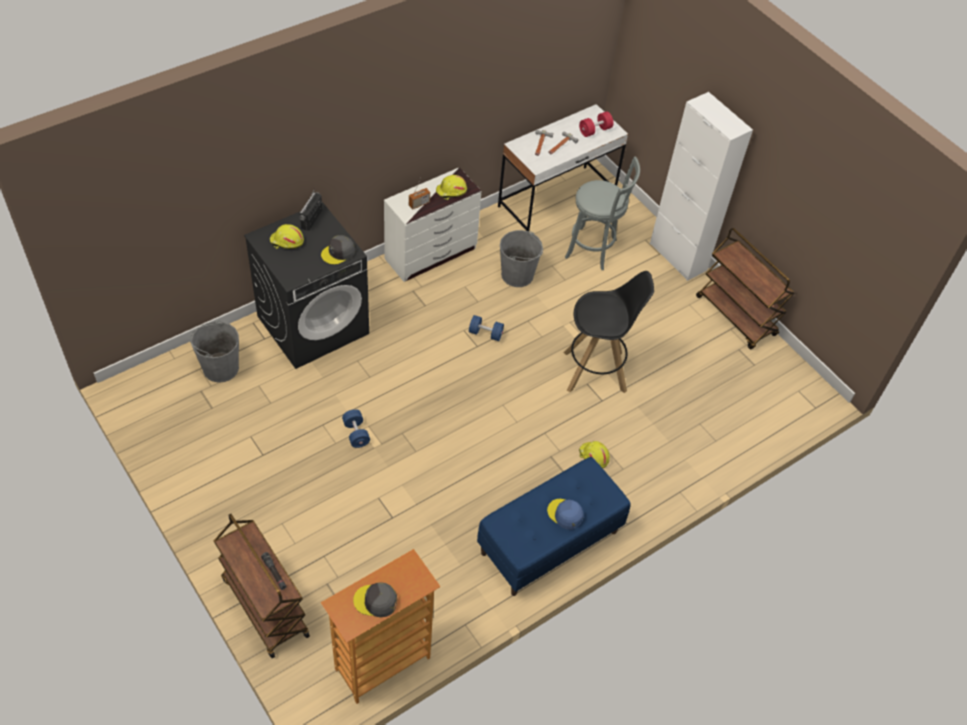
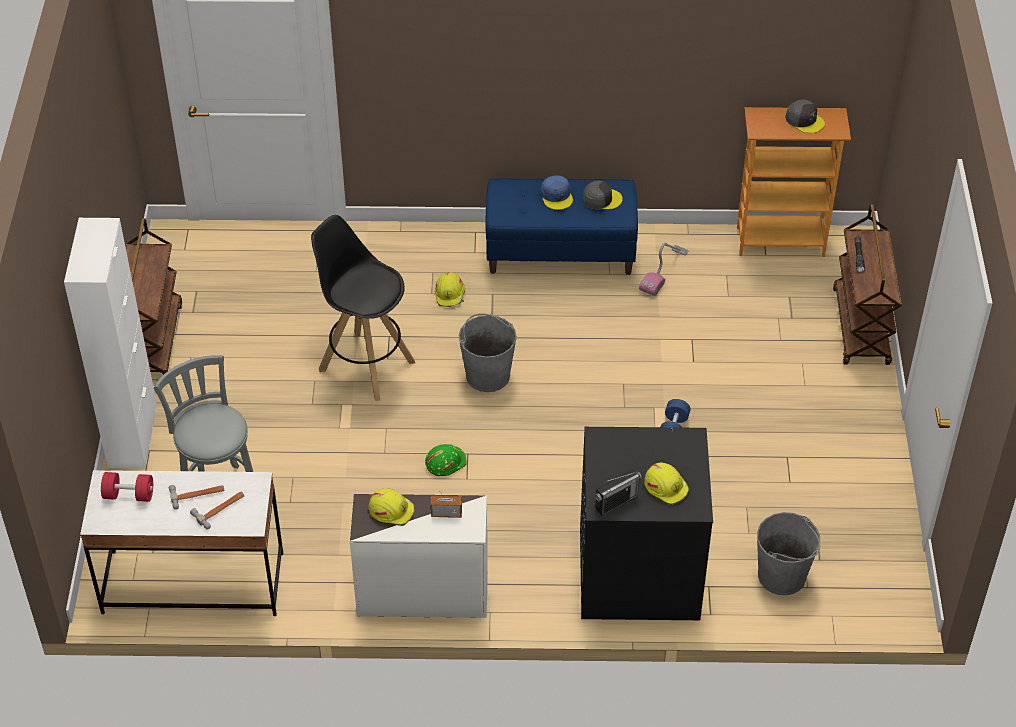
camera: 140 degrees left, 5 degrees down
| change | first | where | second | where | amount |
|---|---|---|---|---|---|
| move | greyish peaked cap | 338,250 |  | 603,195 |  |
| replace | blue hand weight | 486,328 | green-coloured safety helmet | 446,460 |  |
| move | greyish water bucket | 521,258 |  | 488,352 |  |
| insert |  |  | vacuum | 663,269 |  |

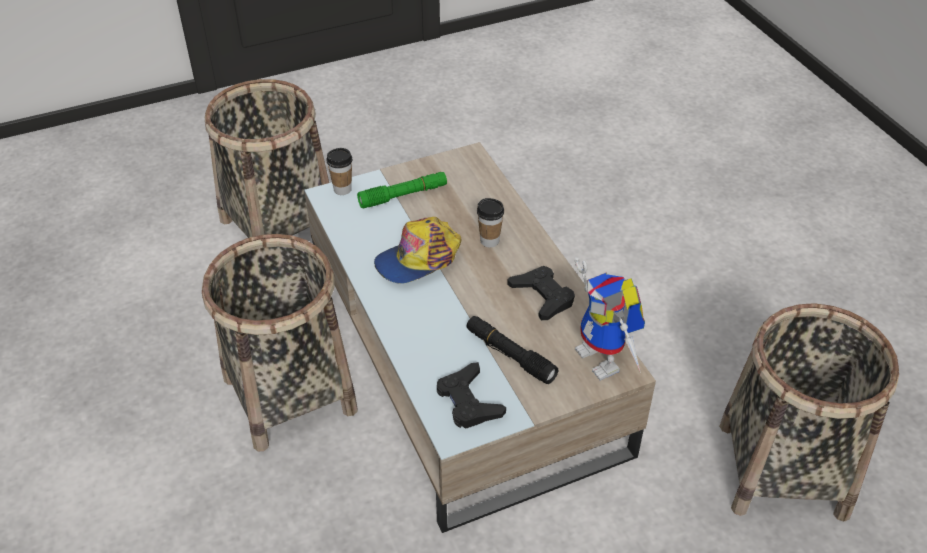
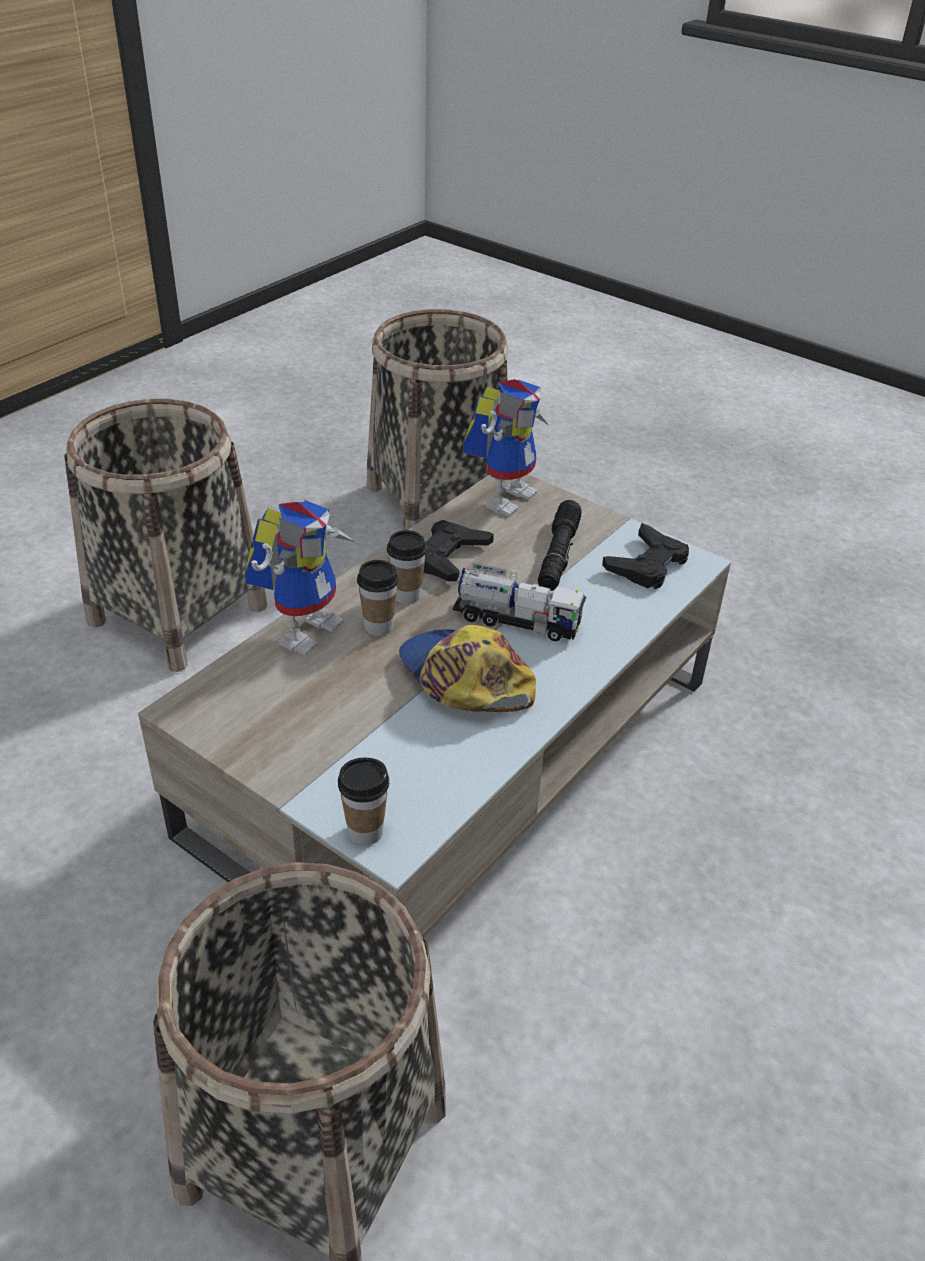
camera: 120 degrees left, 5 degrees down
| change | first | where | second | where | amount |
|---|---|---|---|---|---|
| move | basket | 280,342 |  | 165,535 |  |
| delete | green-coloured torch | 402,190 |  |  |  |
| rotate | peaked cap | 418,250 |  | 467,668 | 150 degrees counterclockwise |
| insert |  |  | robot figure | 300,578 |  |
| insert |  |  | drinking cup | 407,567 |  |
| insert |  |  | toy lorry | 519,602 |  |

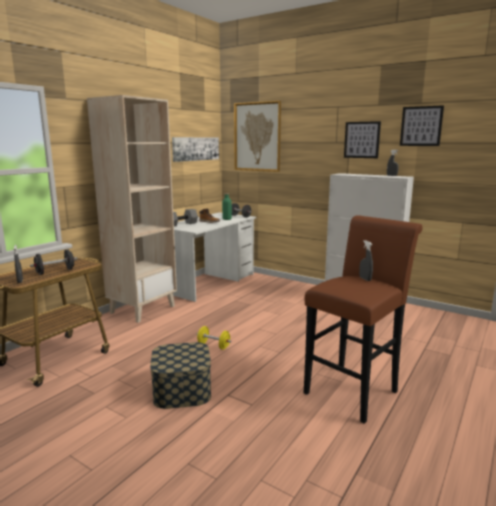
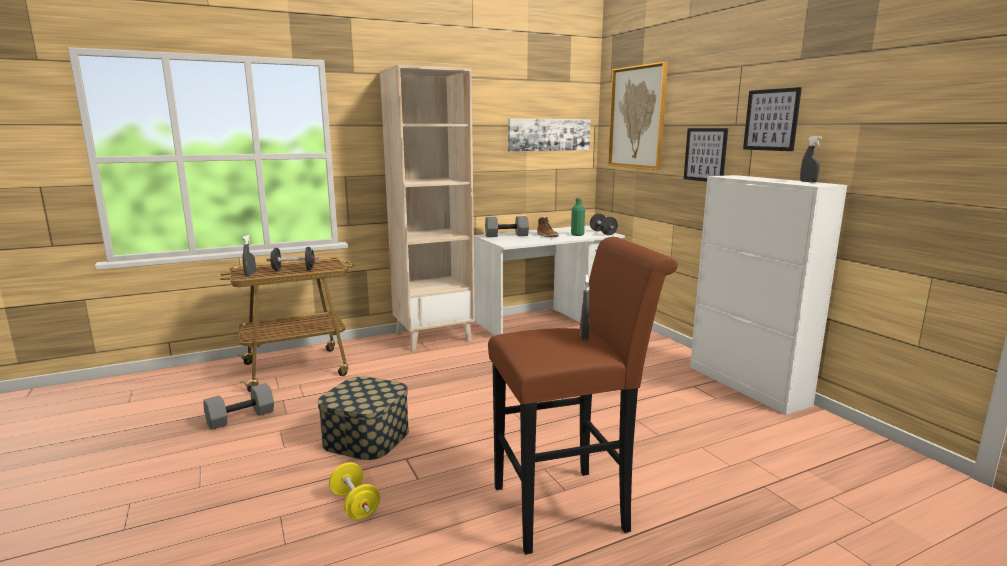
camera: 30 degrees right, 0 degrees up
| change | first | where | second | where | amount |
|---|---|---|---|---|---|
| move | yellow-coloured hand weight | 214,338 |  | 354,491 |  |
| move | wall art | 422,125 |  | 706,155 |  |
| insert |  |  | greyish hand weight | 239,406 |  |

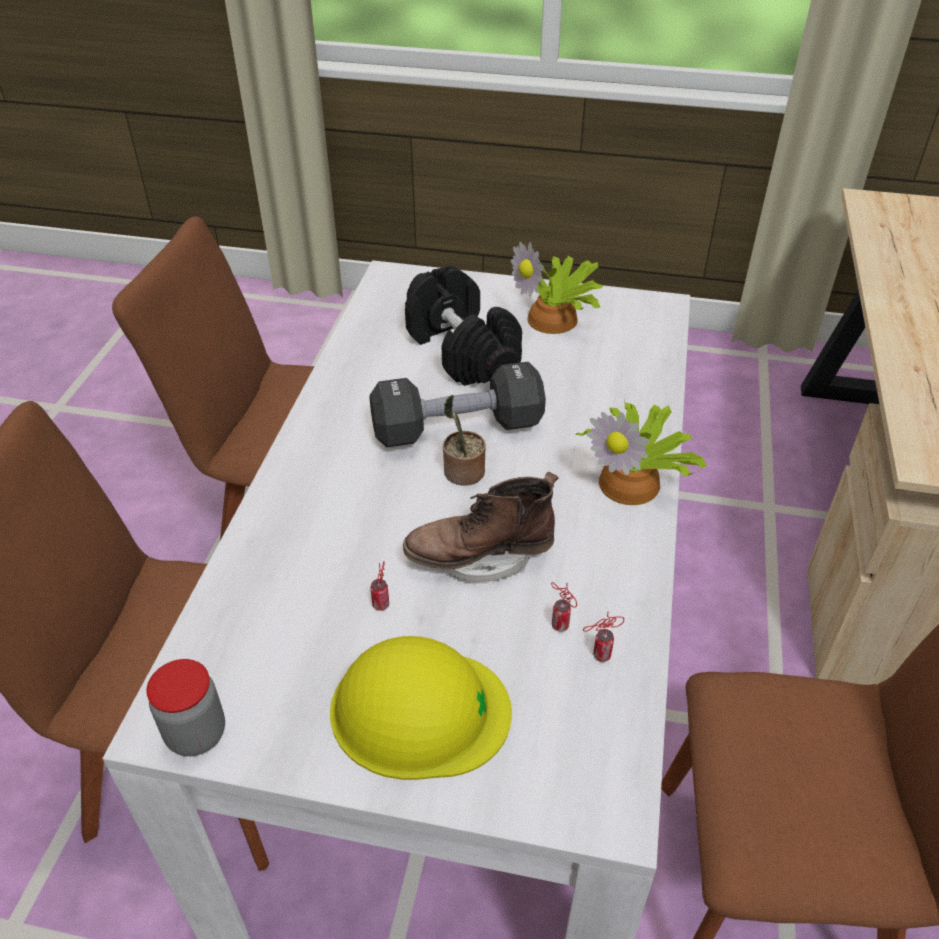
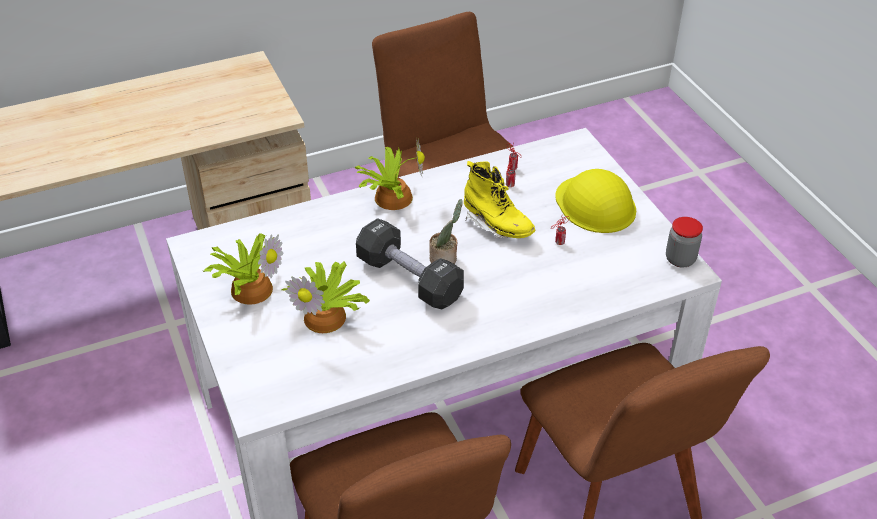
camera: 125 degrees left, 0 degrees up
| change | first | where | second | where | amount |
|---|---|---|---|---|---|
| recolor | brown-coloured tall boot | 480,527 | yellow-coloured tall boot | 499,199 |  |
| replace | blackish hand weight | 463,325 | plant in a pot | 325,297 |  |

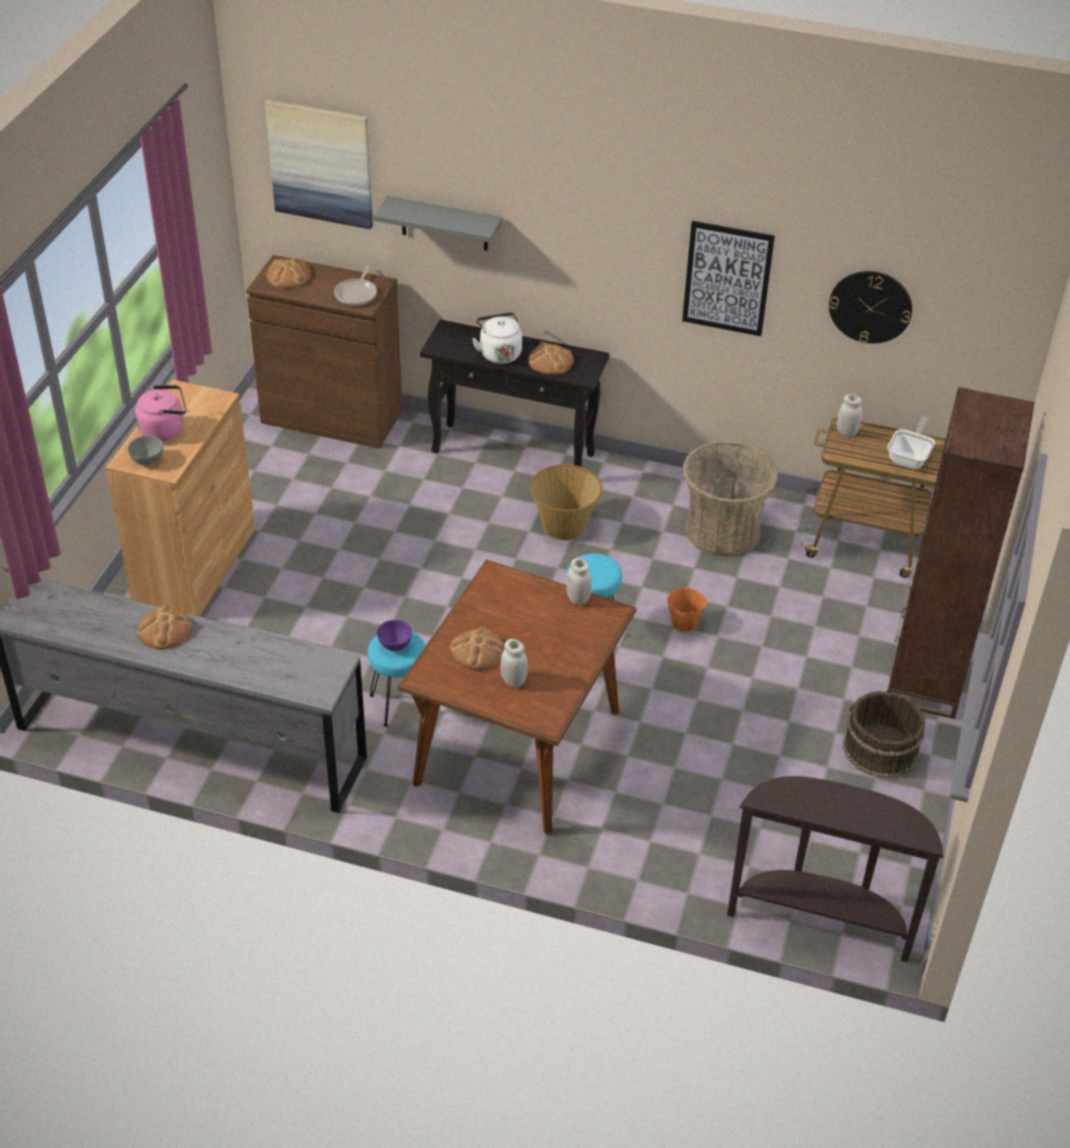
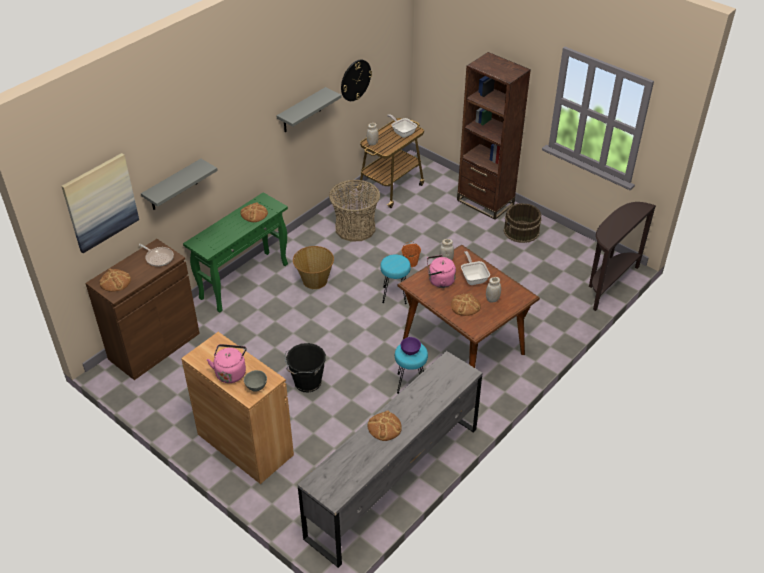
camera: 65 degrees left, 0 degrees up
| change | first | where | second | where | amount |
|---|---|---|---|---|---|
| recolor | blackish console table | 515,393 | green-coloured console table | 235,252 |  |
| delete | white tea kettle | 497,338 |  |  |  |
| replace | wall art | 728,278 | greyish shelf | 309,109 |  |
| insert |  |  | blackish water bucket | 305,368 |  |
| insert |  |  | pink-coloured tea kettle | 441,271 |  |
| insert |  |  | frying pan | 475,268 |  |

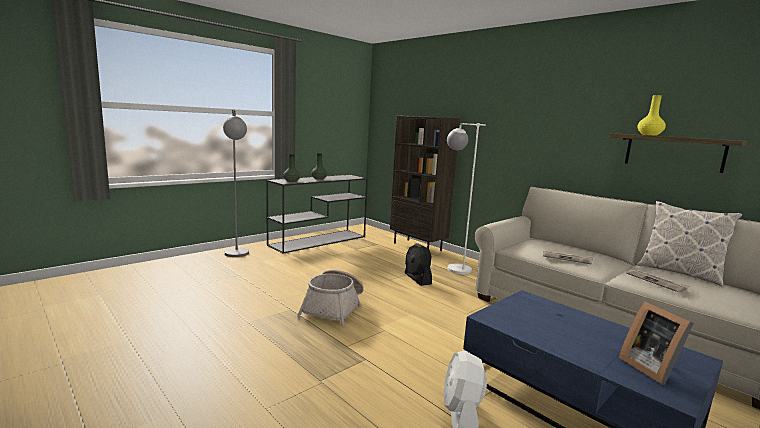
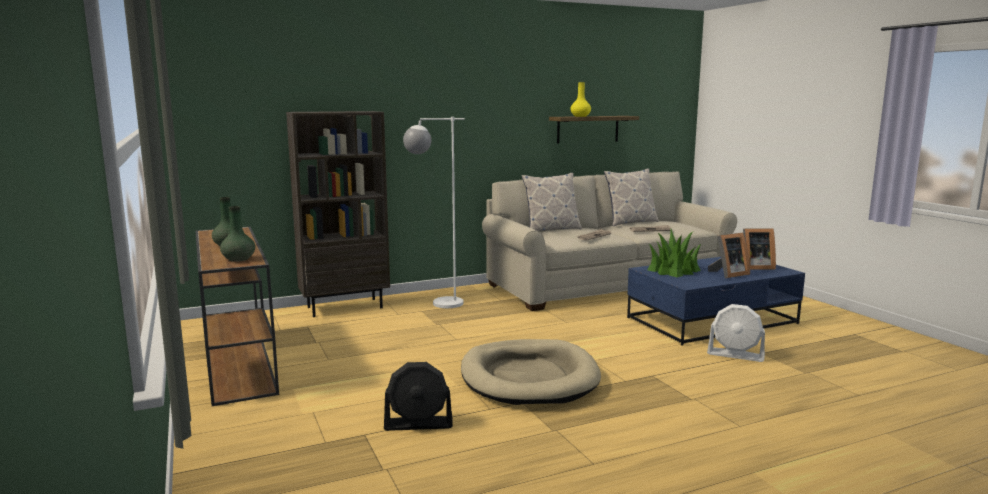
camera: 70 degrees left, 0 degrees up
| change | first | where | second | where | amount |
|---|---|---|---|---|---|
| delete | greyish floor lamp | 236,183 |  |  |  |
| recolor | greyish console table | 317,214 | brown-coloured console table | 237,316 |  |
| replace | basket | 330,298 | beige-coloured pet bed | 531,372 |  |
| move | blackish cooling fan | 418,264 |  | 418,396 |  |
| insert |  |  | throw pillow | 551,202 |  |
| insert |  |  | plant in a pot | 674,253 |  |
| insert |  |  | photo frame | 729,255 |  |

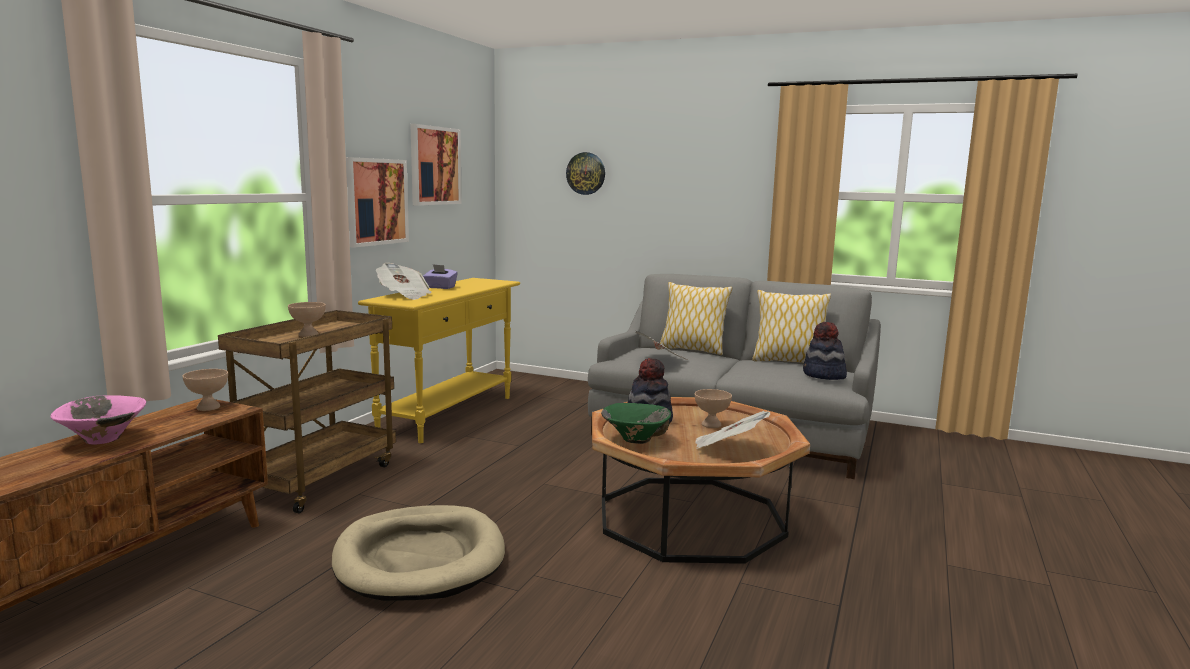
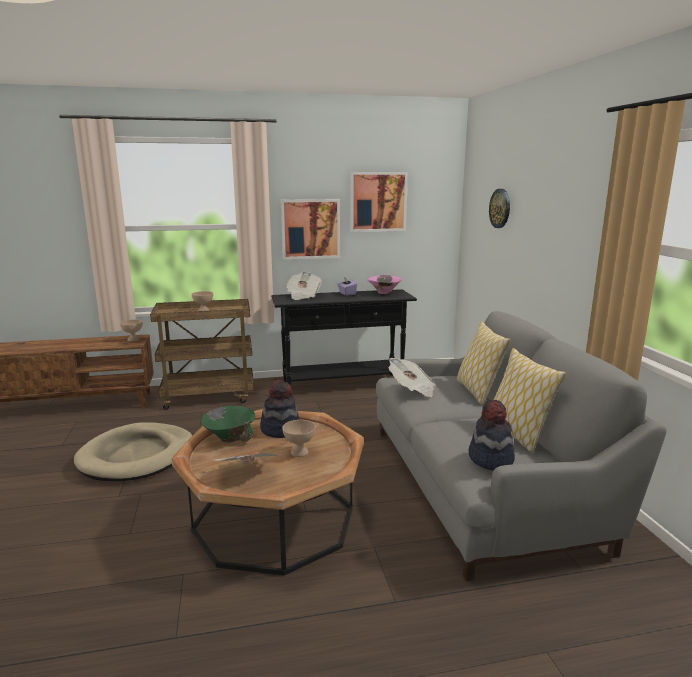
camera: 55 degrees right, 5 degrees up
| change | first | where | second | where | amount |
|---|---|---|---|---|---|
| move | pink-coloured serving bowl | 98,420 |  | 384,284 |  |
| recolor | yellow-coloured console table | 439,360 | blackish console table | 344,337 |  |

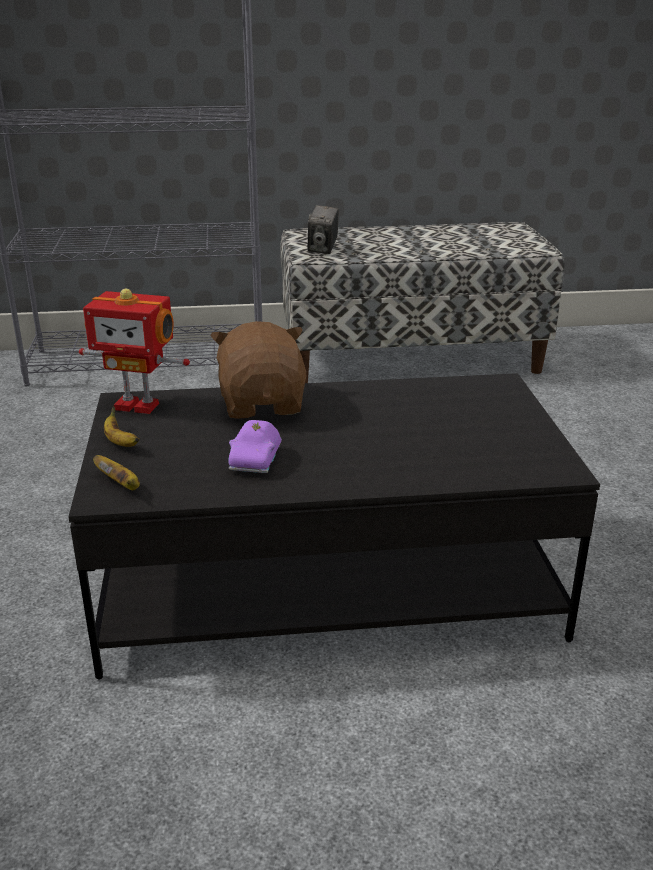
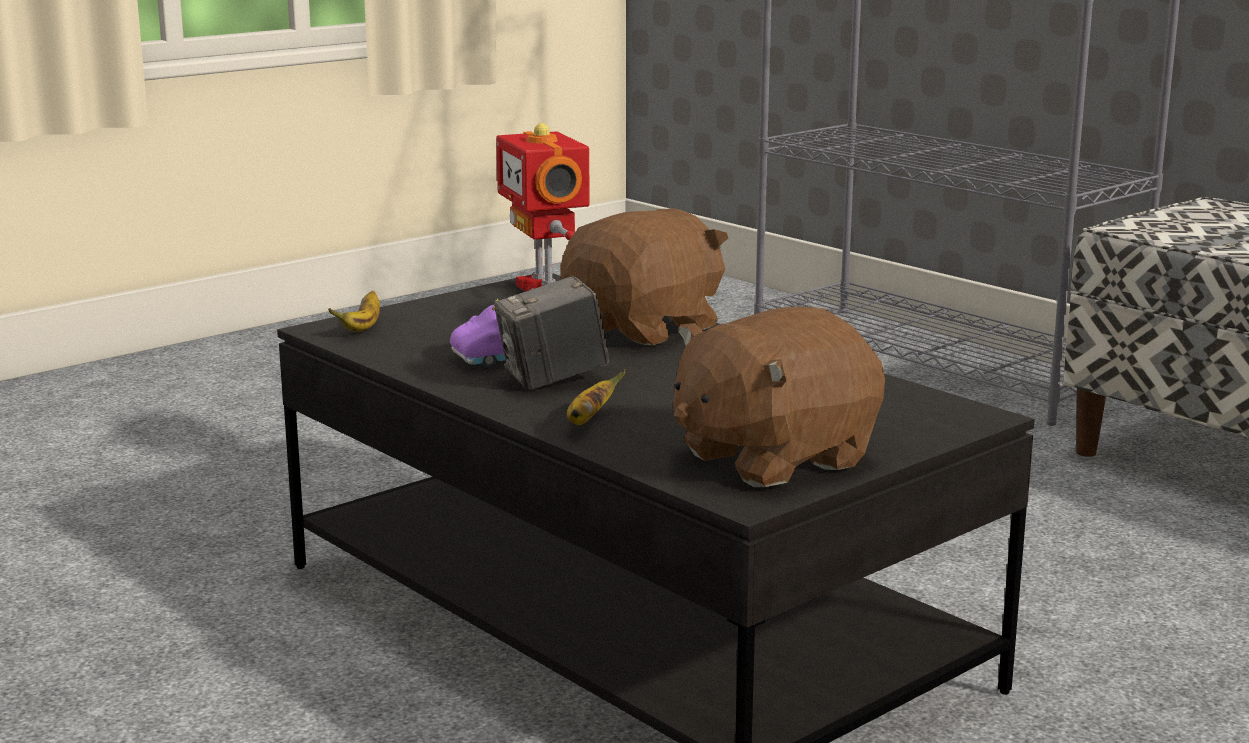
camera: 55 degrees right, 10 degrees down
| change | first | where | second | where | amount |
|---|---|---|---|---|---|
| move | banana | 122,426 |  | 596,397 |  |
| move | photo camera | 323,229 |  | 551,332 |  |
| insert |  |  | brown-coloured soft toy | 779,397 |  |

